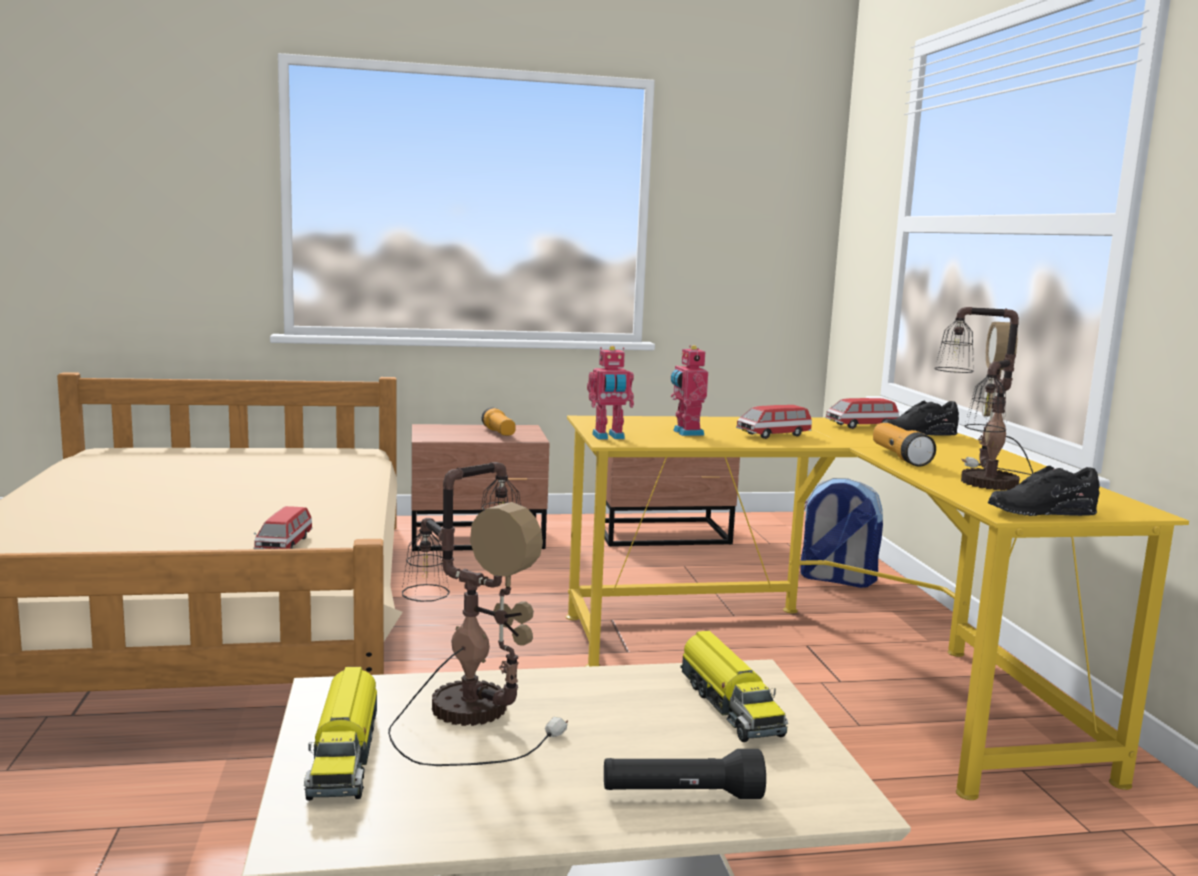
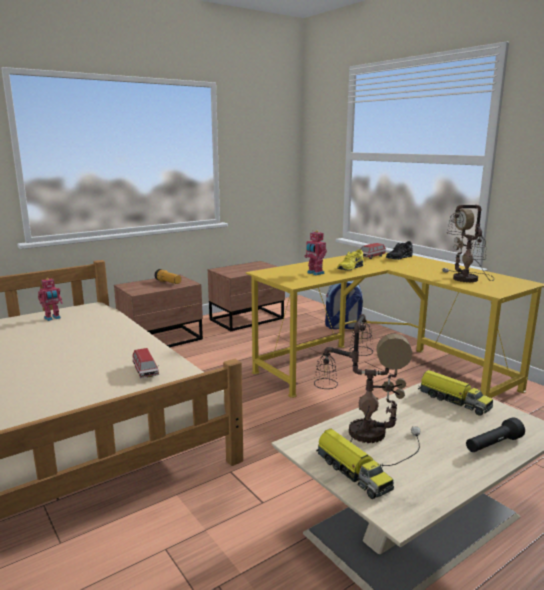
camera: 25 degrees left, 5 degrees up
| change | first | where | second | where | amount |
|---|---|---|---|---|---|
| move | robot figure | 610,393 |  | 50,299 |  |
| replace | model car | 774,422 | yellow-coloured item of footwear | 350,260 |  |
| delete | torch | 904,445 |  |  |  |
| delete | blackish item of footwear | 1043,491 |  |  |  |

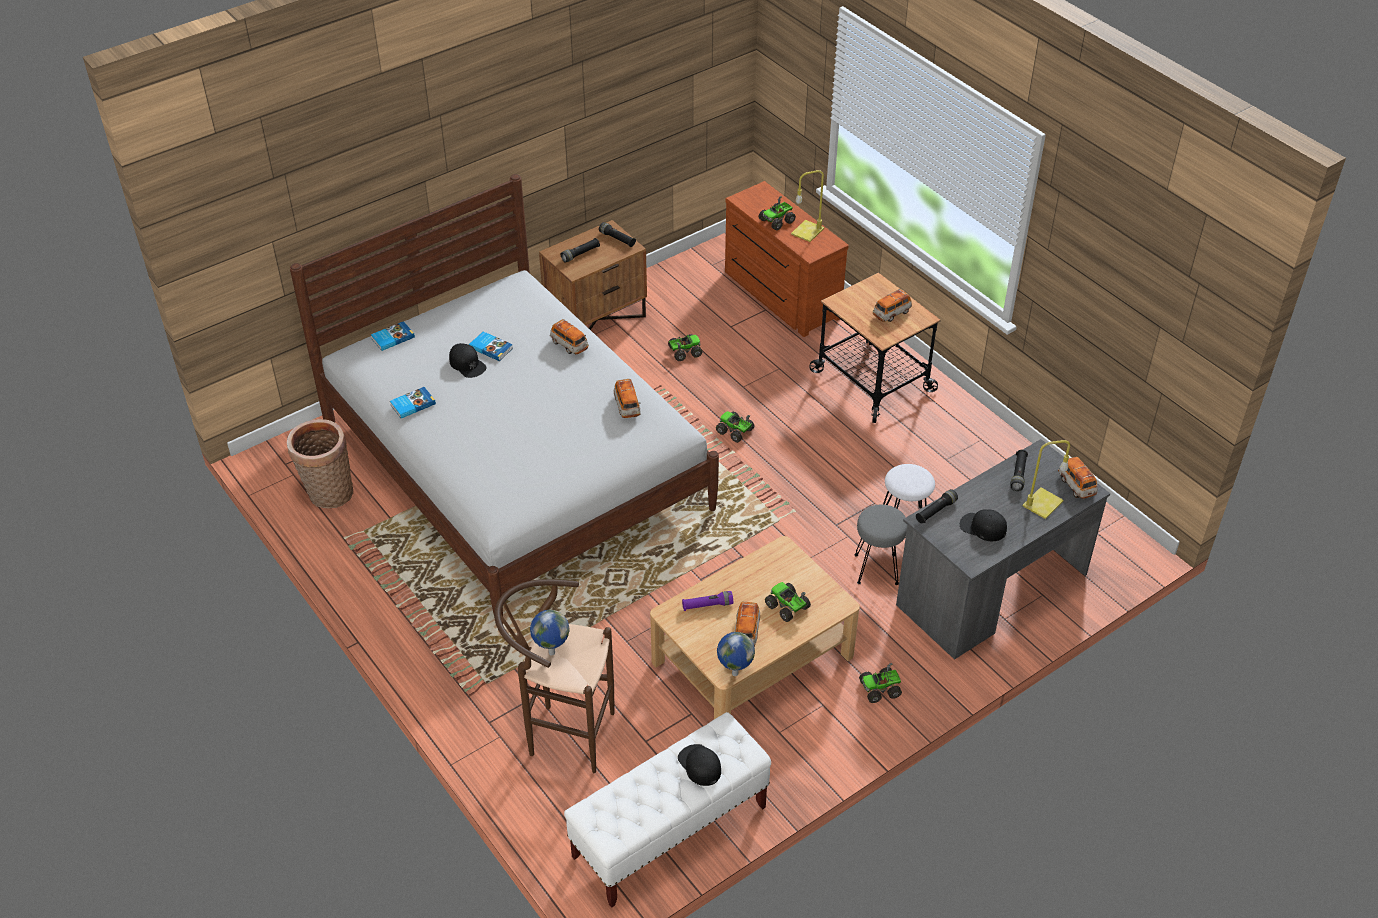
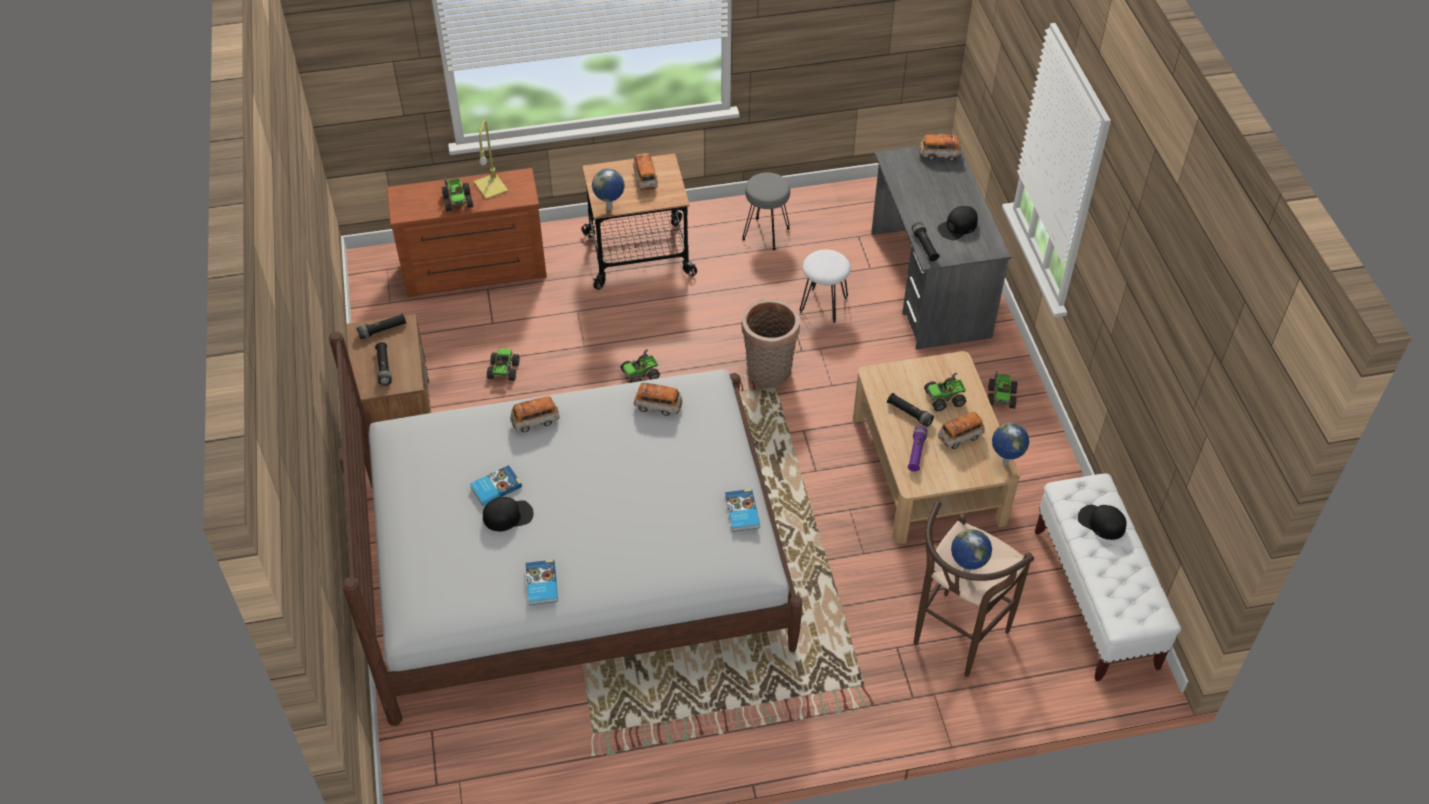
camera: 65 degrees left, 5 degrees up
| change | first | where | second | where | amount |
|---|---|---|---|---|---|
| move | basket | 320,463 |  | 770,343 |  |
| move | book | 393,336 |  | 742,510 |  |
| rotate | blackish peaked cap | 699,765 |  | 1102,522 | 45 degrees clockwise |
| rotate | model car | 747,624 |  | 961,430 | 60 degrees counterclockwise |
| move | greyish stool seat | 881,544 |  | 766,211 |  |
| move | blackish torch | 1019,470 |  | 910,410 |  |
| delete | yellow-coloured table lamp | 1046,479 |  |  |  |
| insert |  |  | desk globe | 608,189 |  |

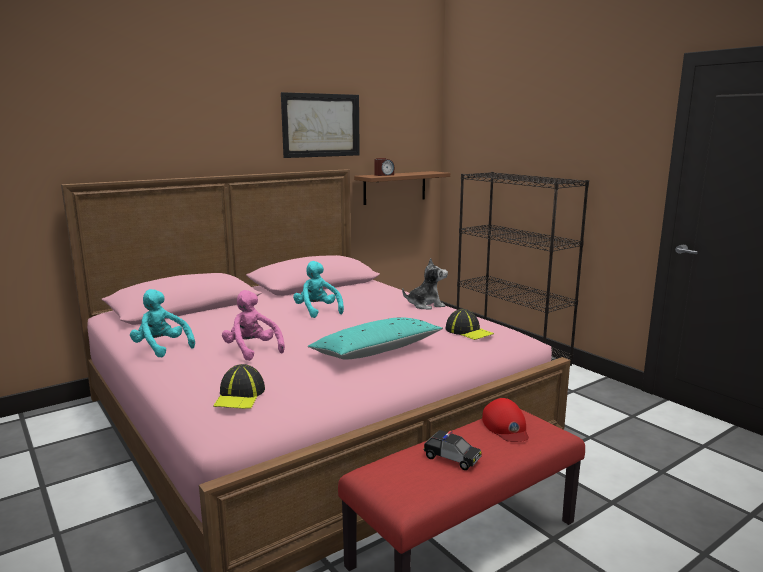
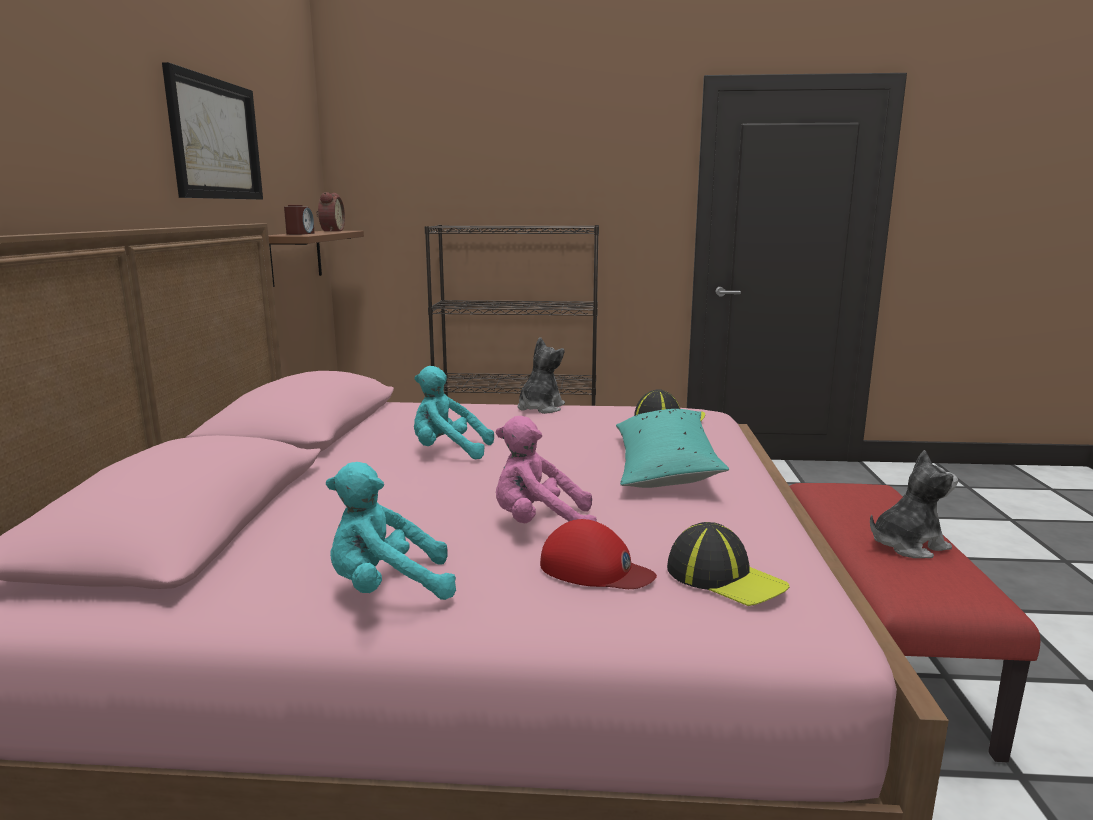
camera: 50 degrees left, 0 degrees up
| change | first | where | second | where | amount |
|---|---|---|---|---|---|
| replace | model car | 452,450 | soft toy | 914,504 |  |
| move | reddish peaked cap | 505,420 |  | 598,554 |  |
| insert |  |  | alarm clock | 330,212 |  |

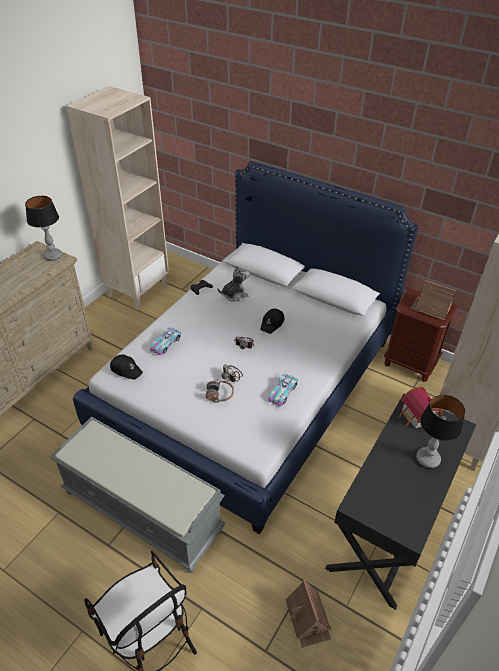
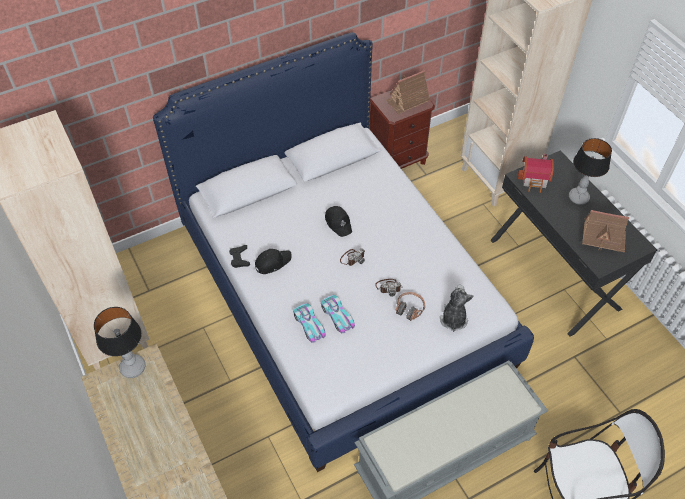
camera: 60 degrees left, 10 degrees up
| change | first | where | second | where | amount |
|---|---|---|---|---|---|
| move | blackish peaked cap | 126,367 |  | 273,261 |  |
| move | soft toy | 233,283 |  | 457,308 |  |
| move | model car | 282,390 |  | 338,314 |  |
| move | toy house | 308,614 |  | 605,231 |  |

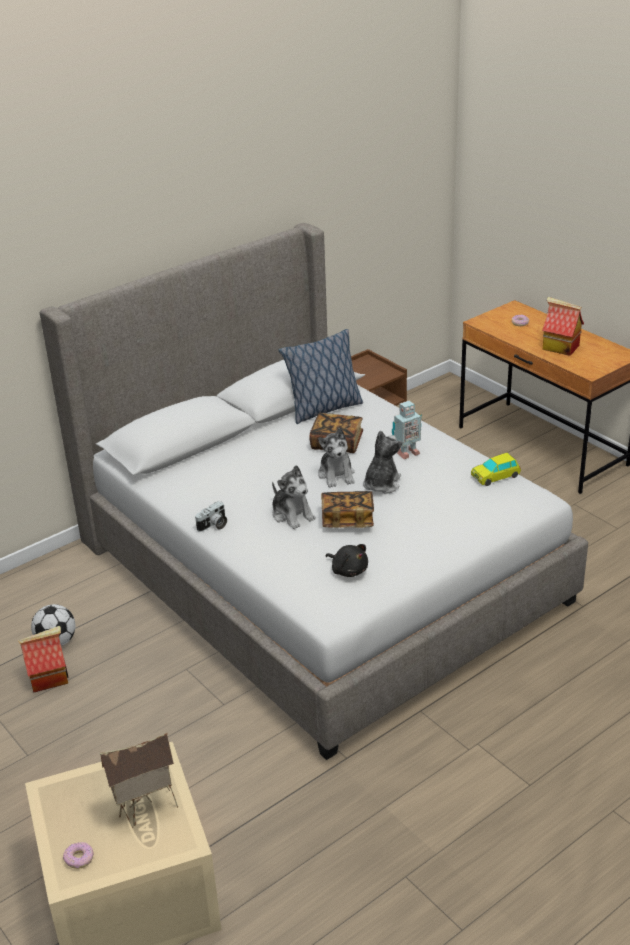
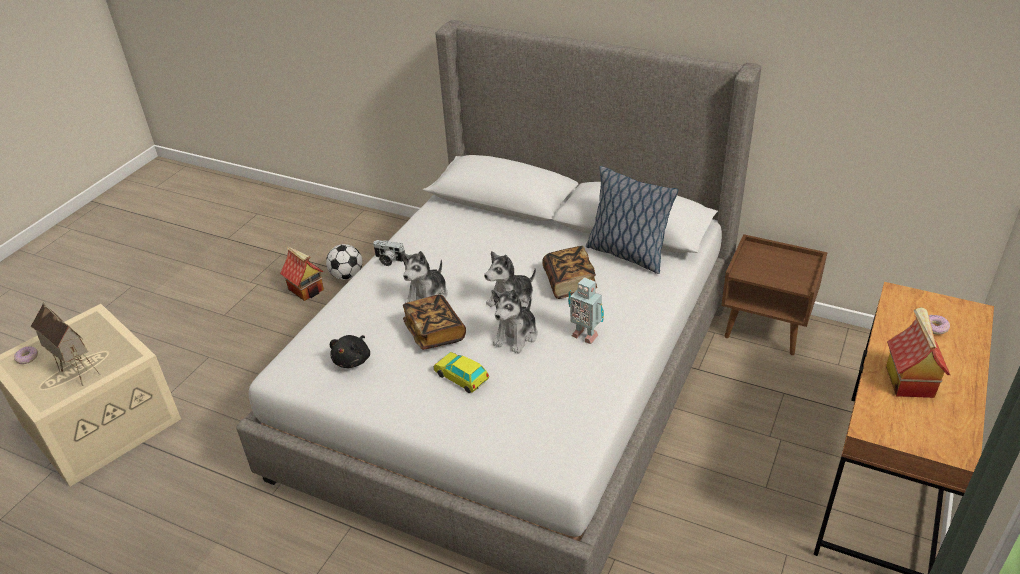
camera: 65 degrees right, 5 degrees up
| change | first | where | second | where | amount |
|---|---|---|---|---|---|
| rotate | soft toy | 382,462 |  | 515,321 | 120 degrees clockwise |
| move | model car | 496,469 |  | 461,372 |  |

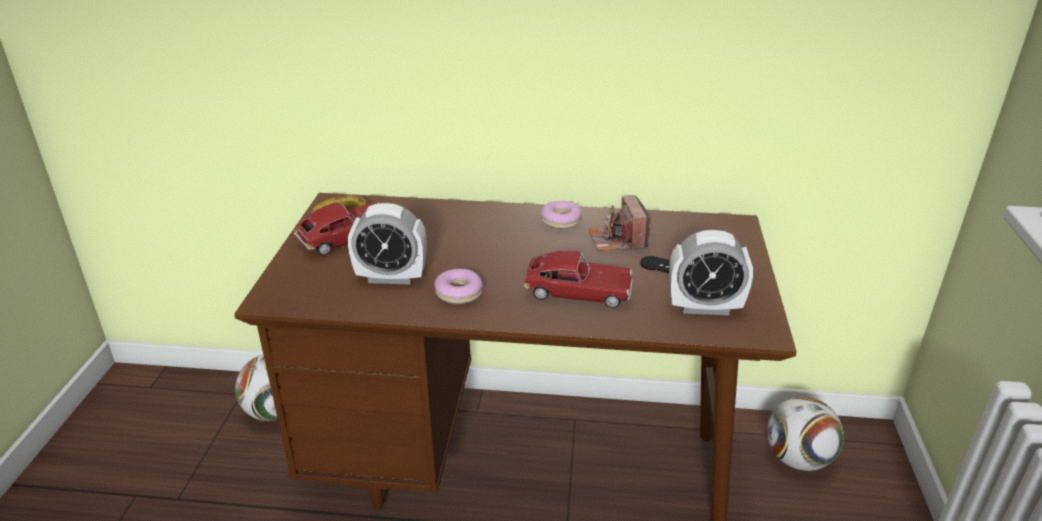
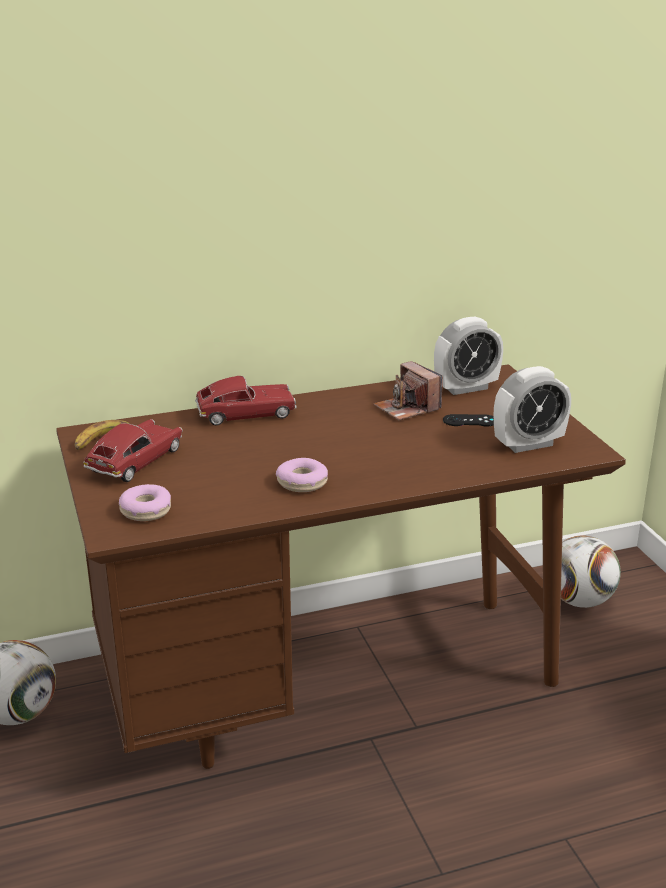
camera: 25 degrees left, 5 degrees down
| change | first | where | second | where | amount |
|---|---|---|---|---|---|
| move | alarm clock | 387,244 |  | 468,356 |  |
| move | model car | 578,279 |  | 246,400 |  |
| move | doughnut | 561,215 |  | 145,502 |  |

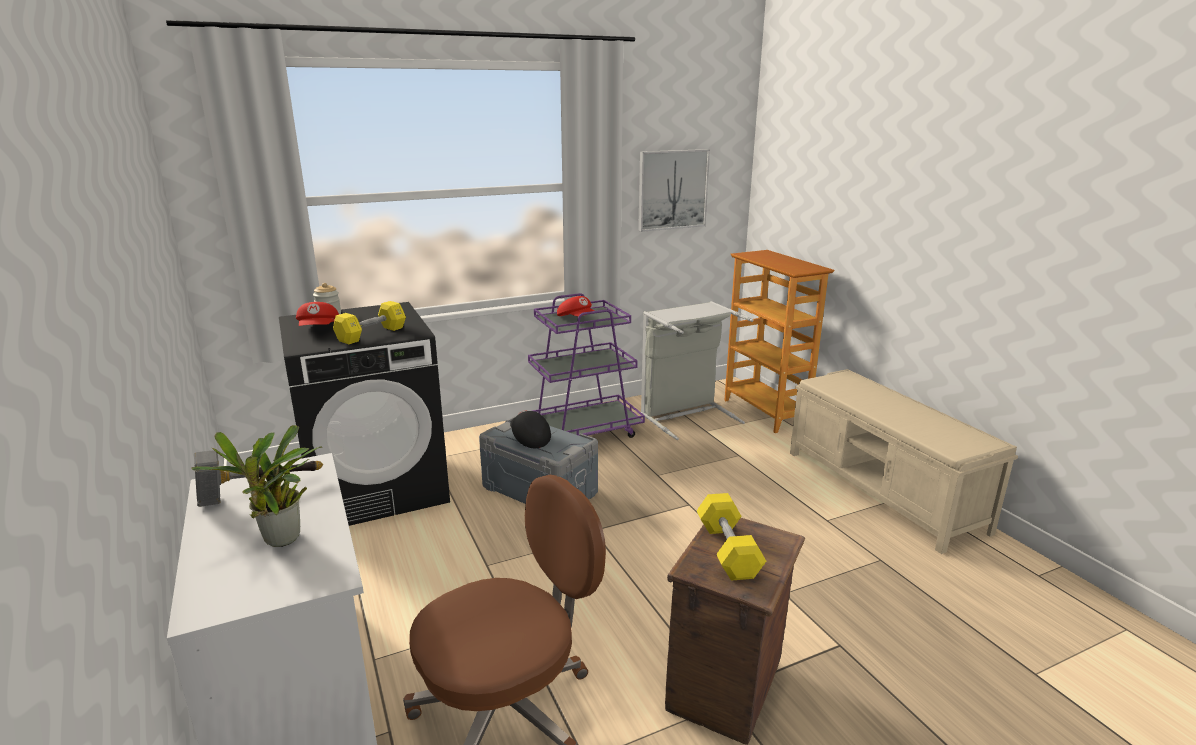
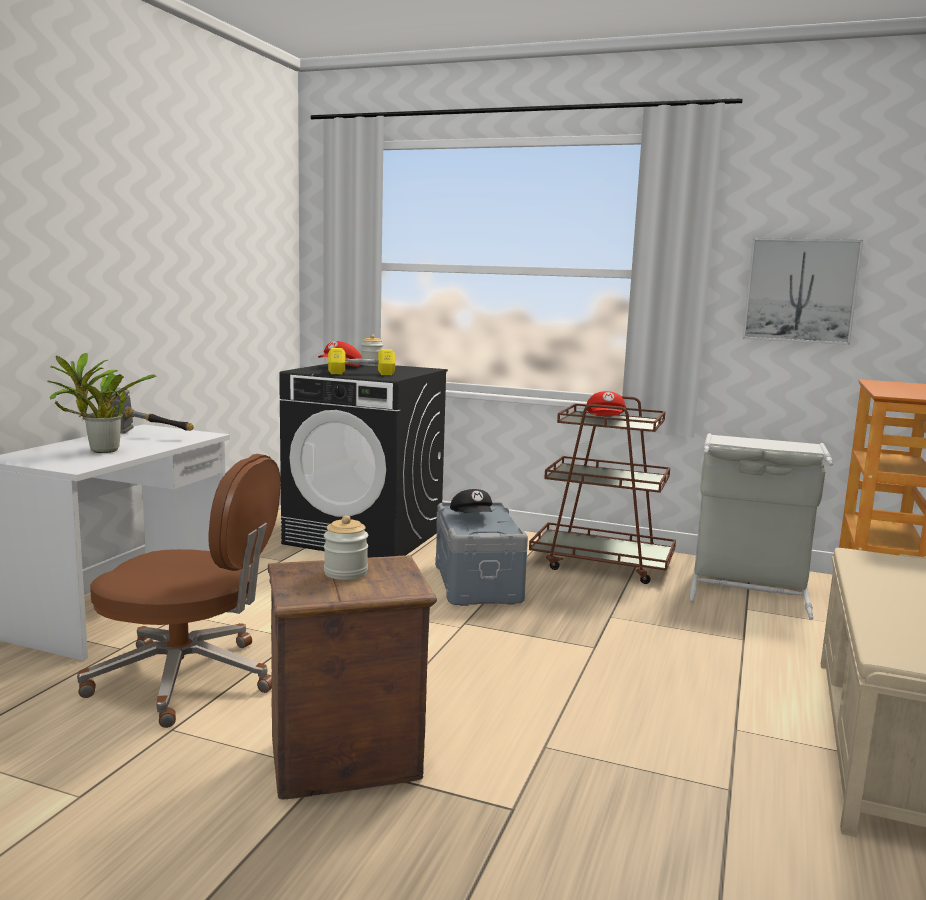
camera: 45 degrees right, 10 degrees down
| change | first | where | second | where | amount |
|---|---|---|---|---|---|
| rotate | blackish peaked cap | 530,429 |  | 471,501 | 150 degrees clockwise |
| recolor | purple-coloured wheeled cart | 586,365 | brown-coloured wheeled cart | 602,490 |  |
| replace | yellow-coloured hand weight | 731,537 | jar | 346,547 |  |

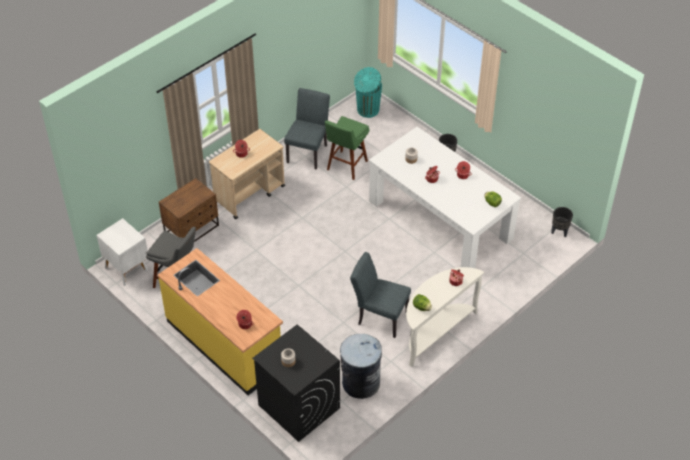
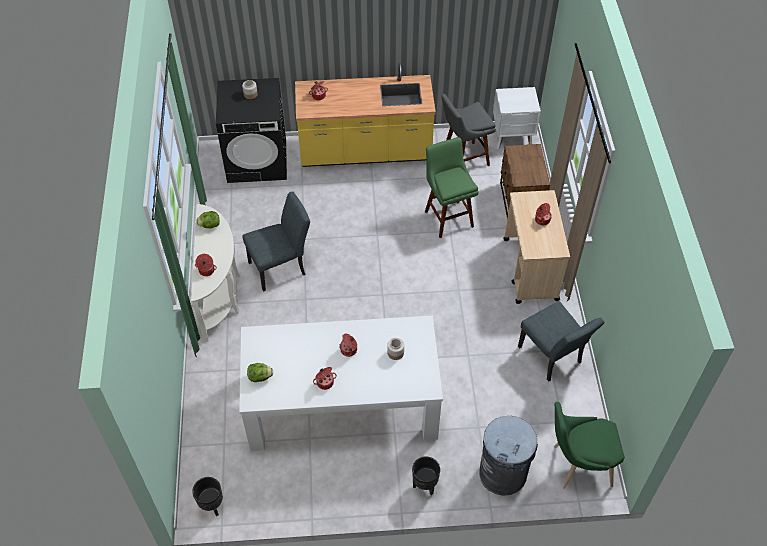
camera: 130 degrees right, 5 degrees up
| change | first | where | second | where | amount |
|---|---|---|---|---|---|
| move | green-coloured stool seat | 347,148 |  | 452,187 |  |
| move | greyish rubbish bin | 361,366 |  | 508,455 |  |
| replace | blue-green rubbish bin | 368,92 | green-coloured chair | 589,445 |  |

